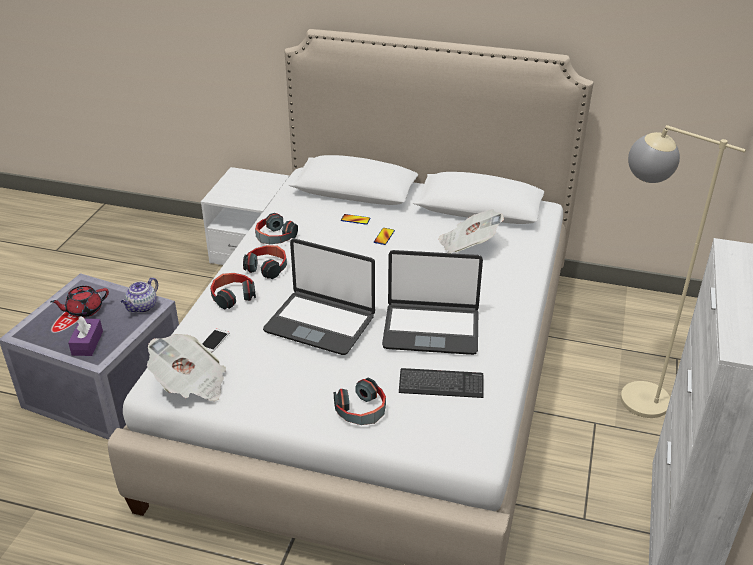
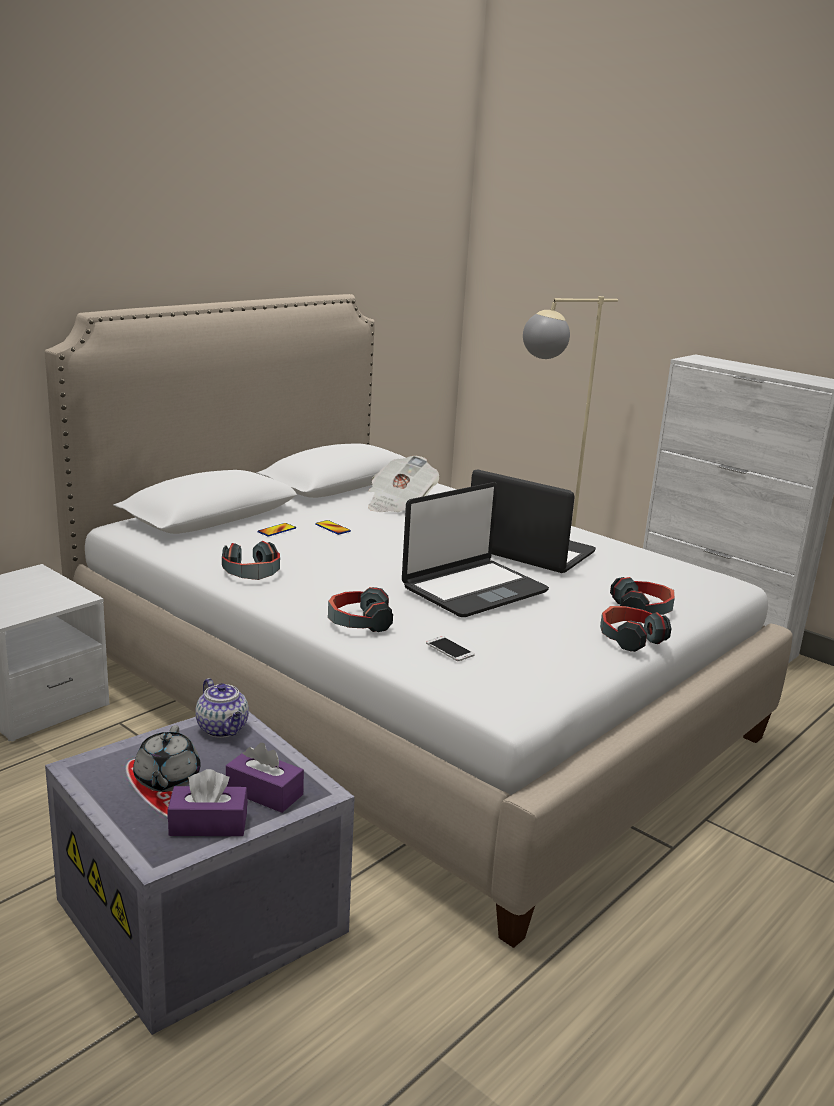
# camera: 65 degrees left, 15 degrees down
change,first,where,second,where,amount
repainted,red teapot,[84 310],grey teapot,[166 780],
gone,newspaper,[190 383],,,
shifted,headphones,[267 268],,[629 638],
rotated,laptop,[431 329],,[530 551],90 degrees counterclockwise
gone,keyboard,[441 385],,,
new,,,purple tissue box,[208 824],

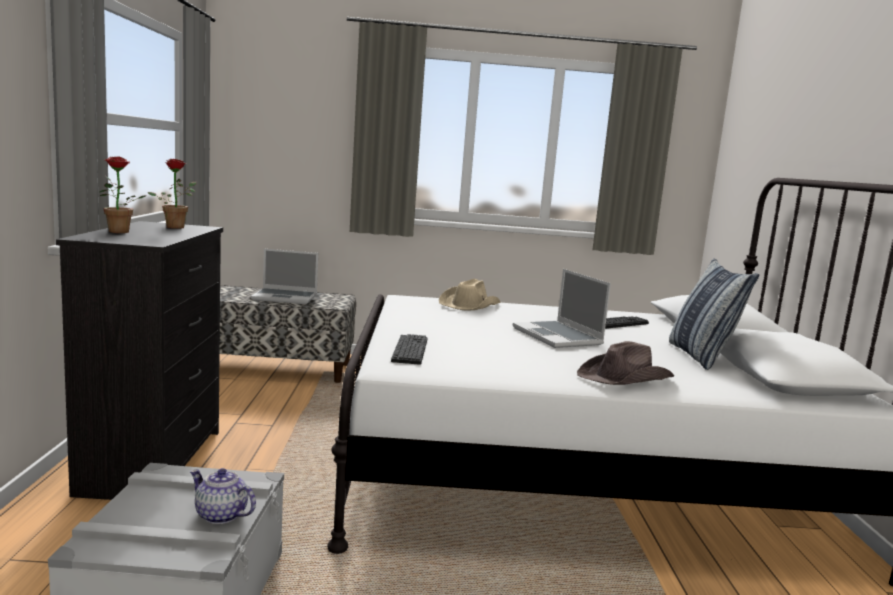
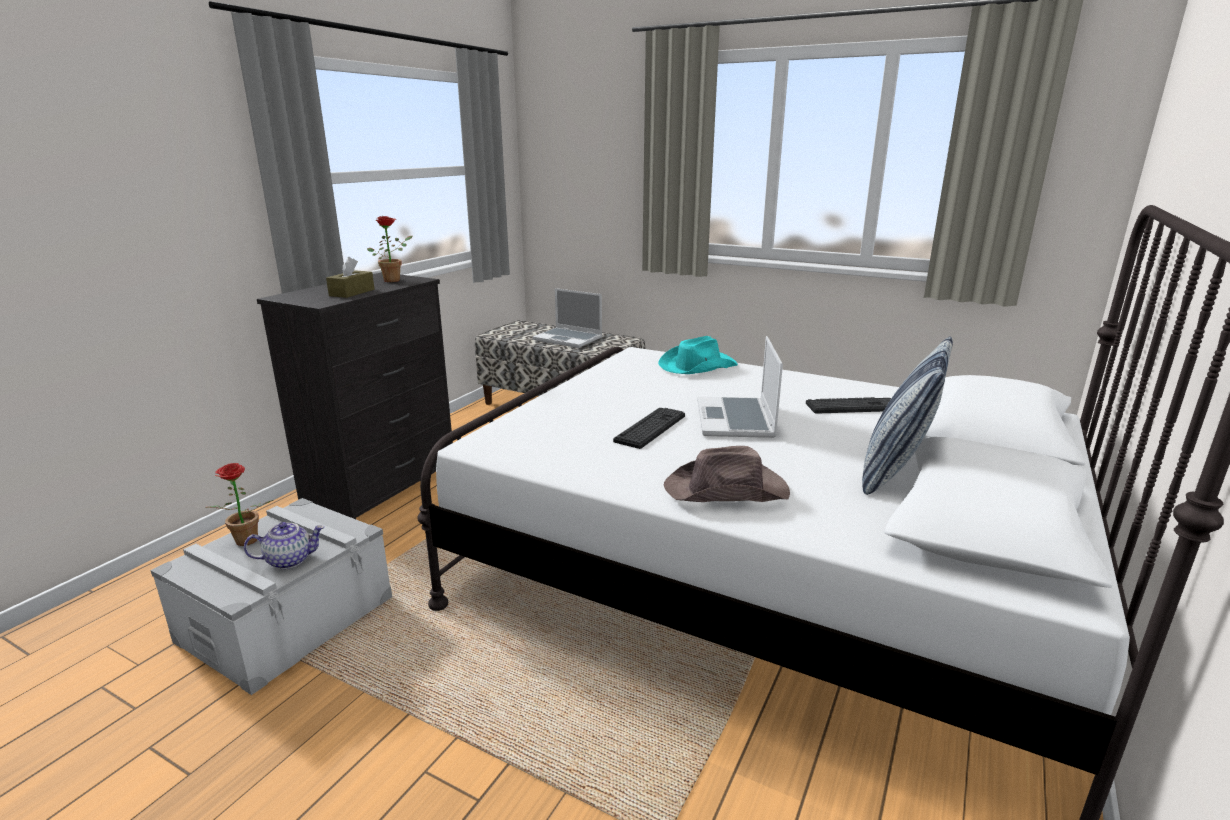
# camera: 30 degrees right, 10 degrees up
change,first,where,second,where,amount
shifted,potted plant,[119 232],,[244 543],
rotated,teapot,[220 515],,[290 560],105 degrees clockwise
shifted,keyboard,[410 350],,[650 428],
repainted,beige hat,[469 305],turquoise hat,[696 366],
new,,,brown tissue box,[352 292],

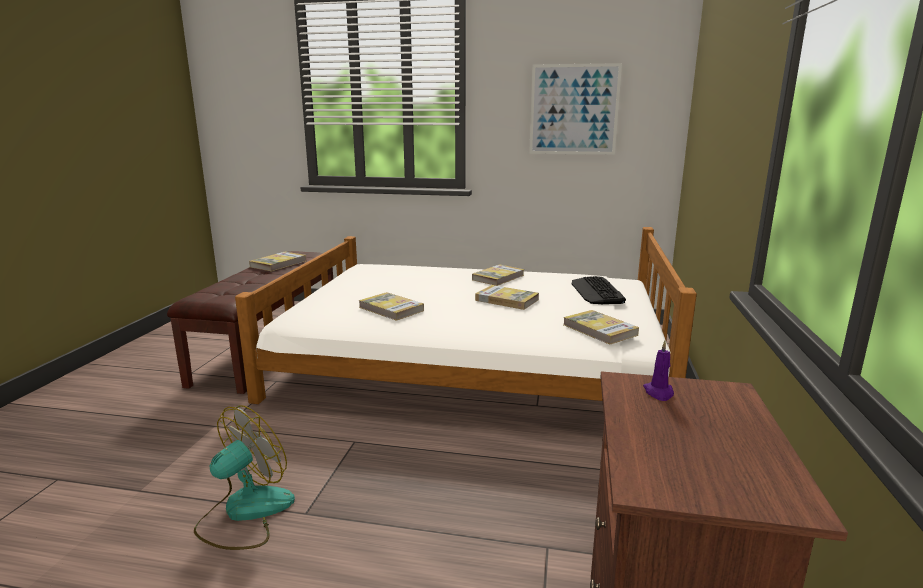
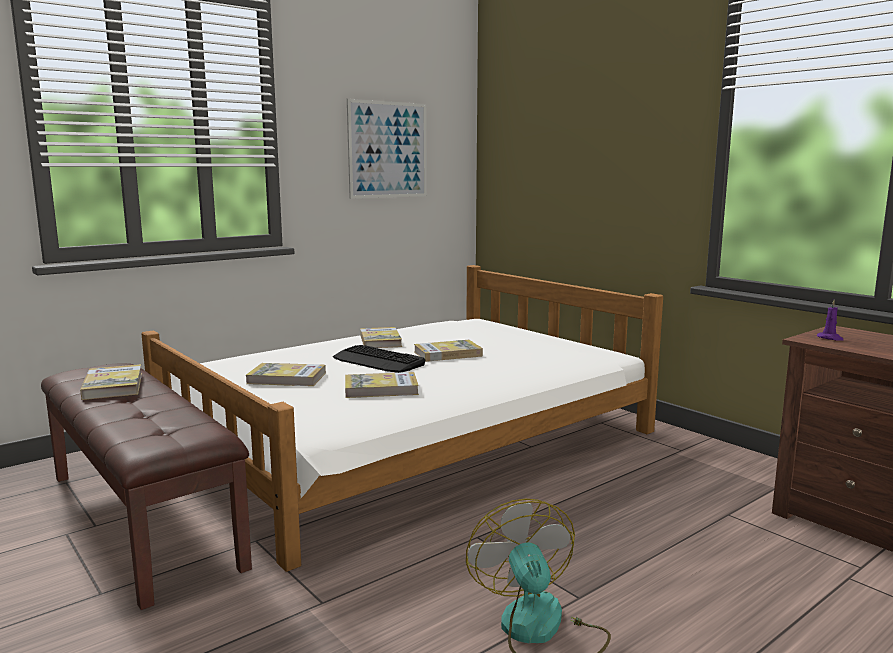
# camera: 50 degrees left, 5 degrees down
change,first,where,second,where,amount
shifted,book,[599 330],,[287 378],
shifted,keyboard,[596 291],,[378 361],

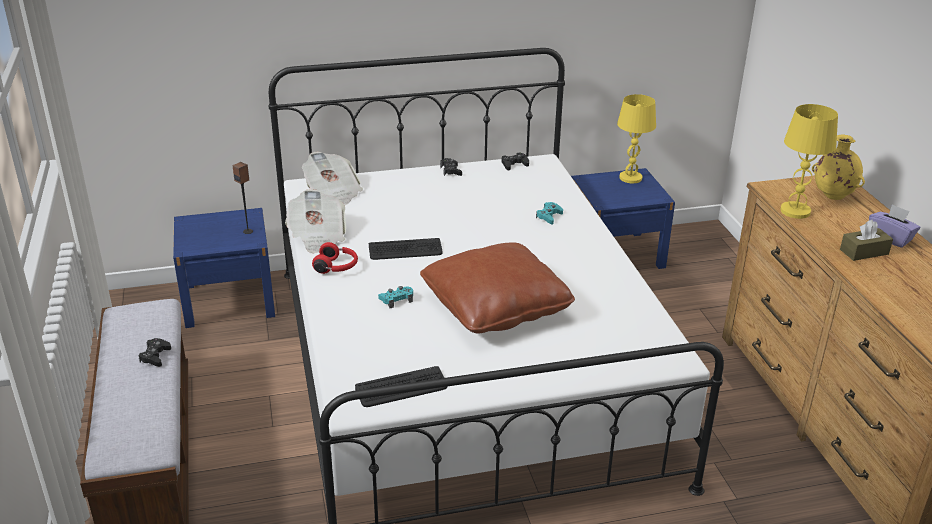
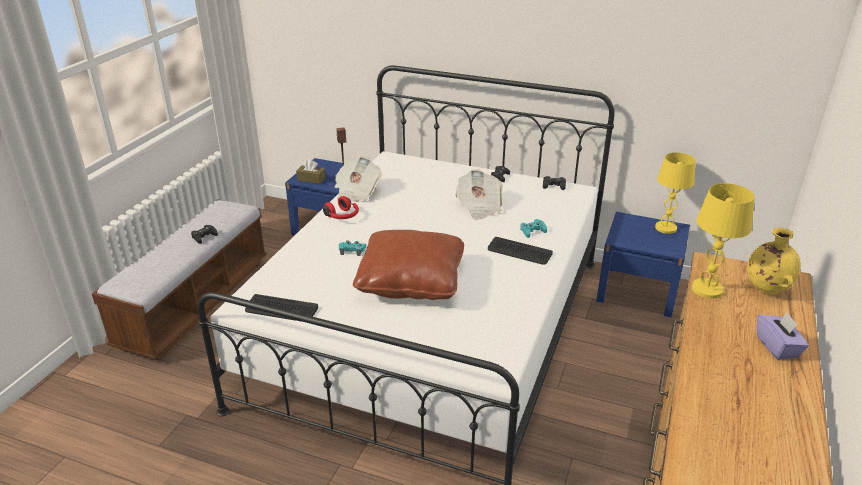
# camera: 35 degrees right, 0 degrees up
change,first,where,second,where,amount
shifted,newspaper,[333 192],,[479 207],
shifted,keyboard,[405 250],,[519 252],
shifted,brown tissue box,[864 252],,[311 179],

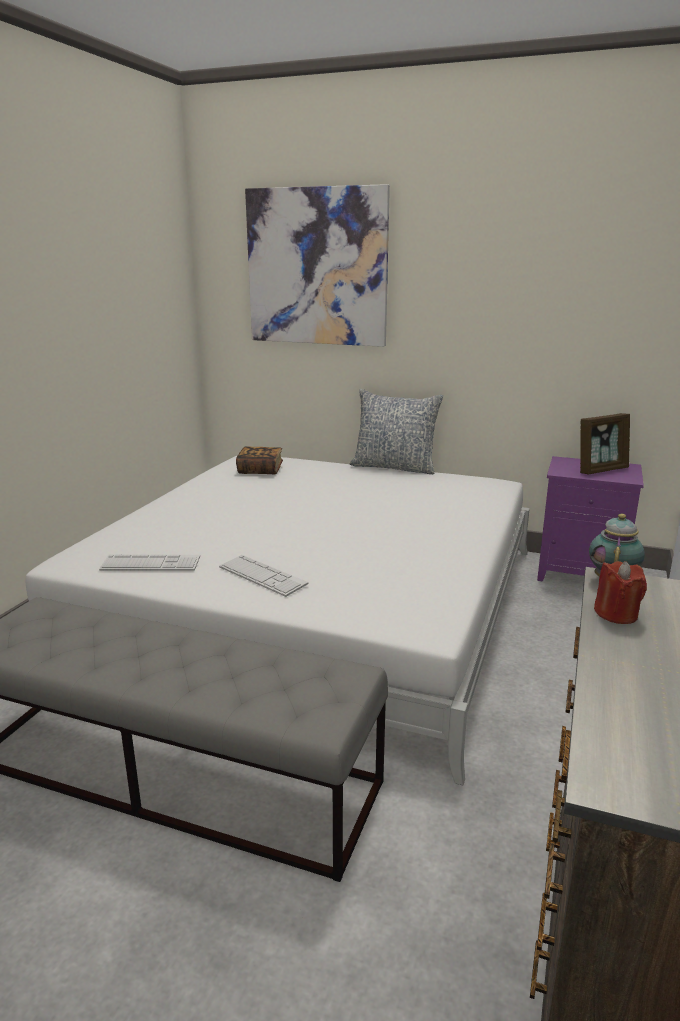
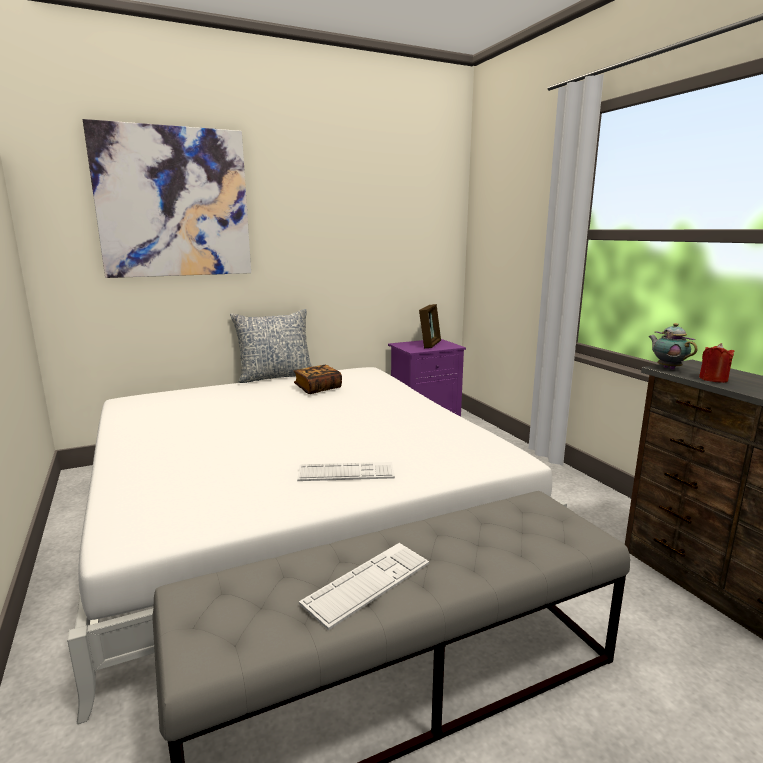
# camera: 45 degrees left, 5 degrees down
change,first,where,second,where,amount
shifted,keyboard,[150 564],,[368 583],
shifted,book,[260 470],,[318 388],

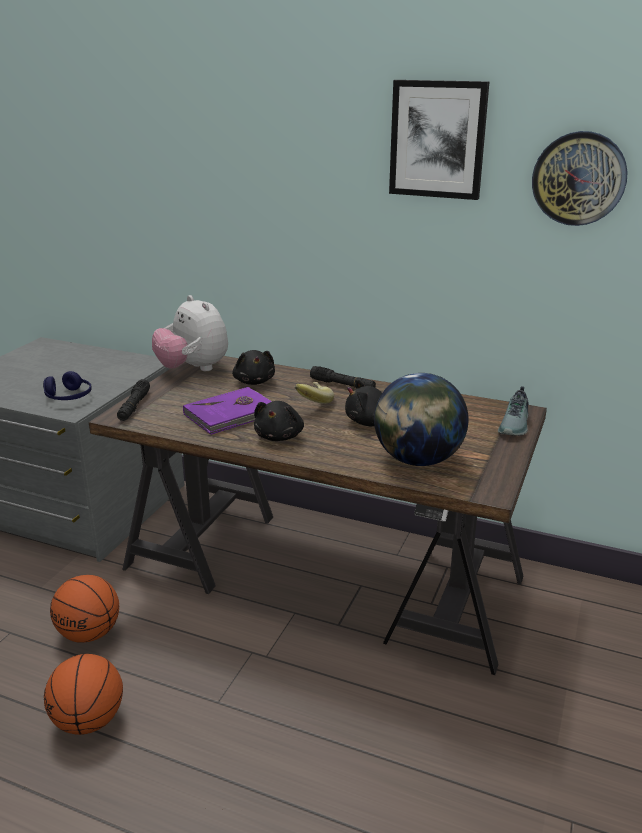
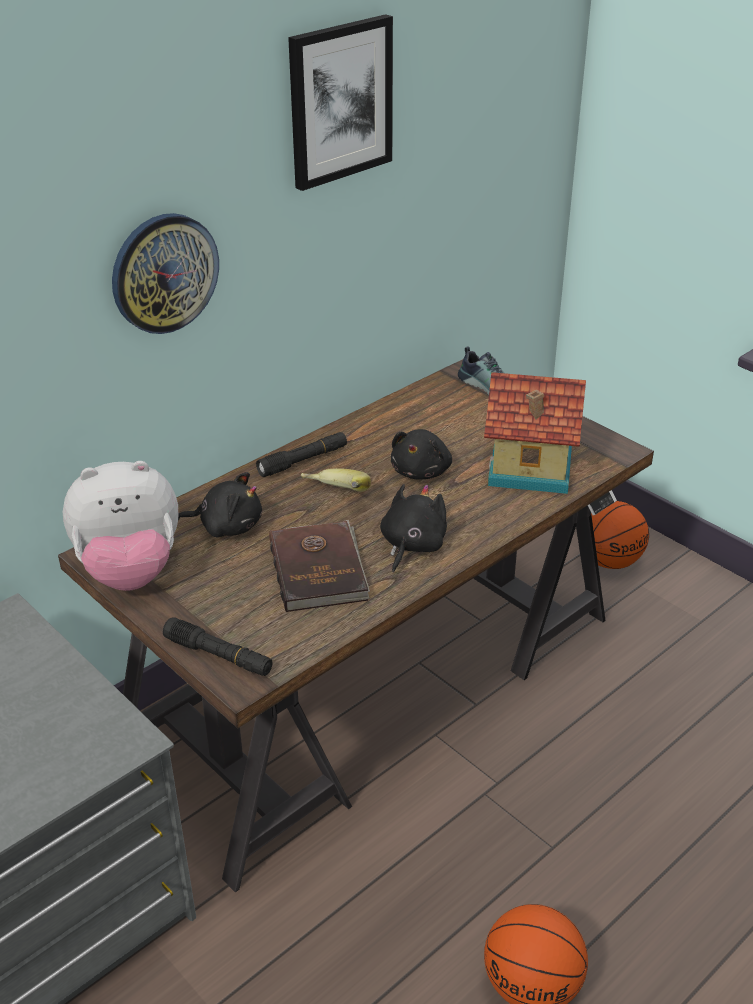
# camera: 65 degrees left, 10 degrees up
change,first,where,second,where,amount
gone,blue headphones,[68 397],,,
shifted,basketball,[90 633],,[610 561],
repainted,purple book,[232 414],brown book,[319 569],
rotated,black plush toy,[280 436],,[411 546],105 degrees counterclockwise
swapped,globe,[418 460],toy house,[530 469],
shifted,wall clock,[579 178],,[164 273],

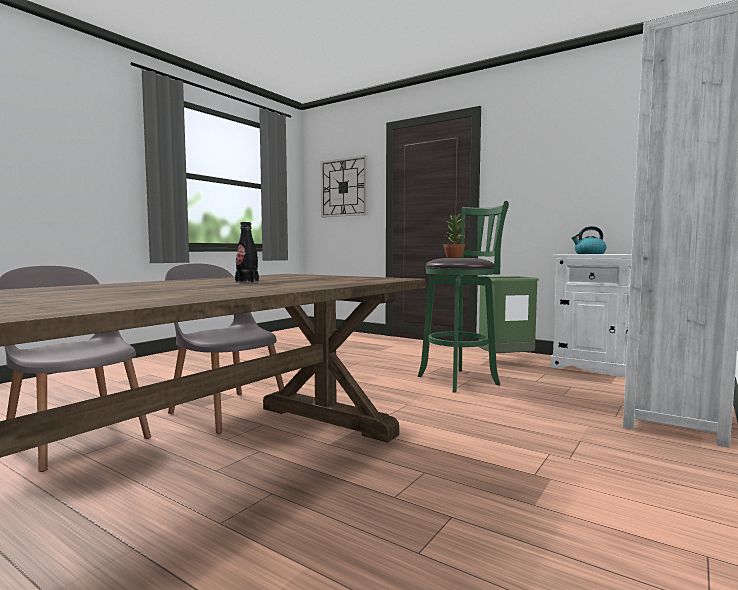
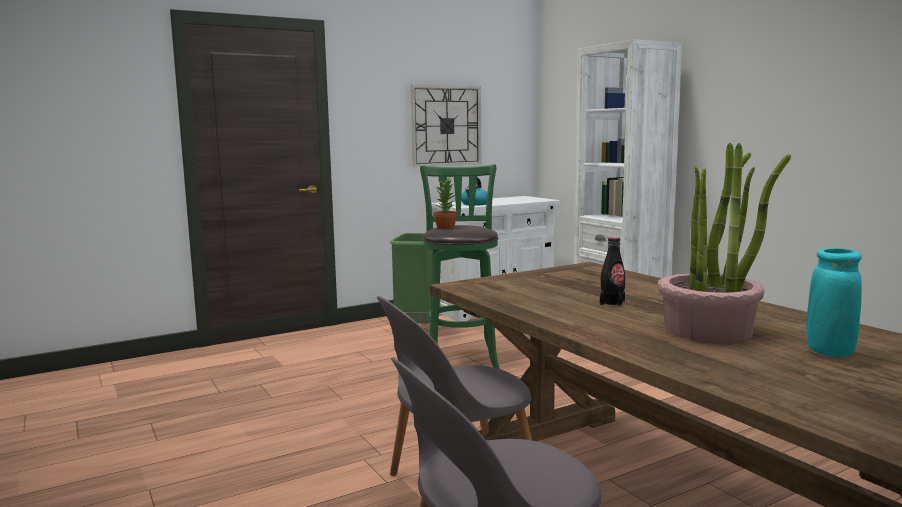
# camera: 65 degrees left, 5 degrees up
change,first,where,second,where,amount
shifted,wall clock,[344 187],,[446 126],
new,,,potted plant,[709 330],
new,,,turquoise vase,[829 352],

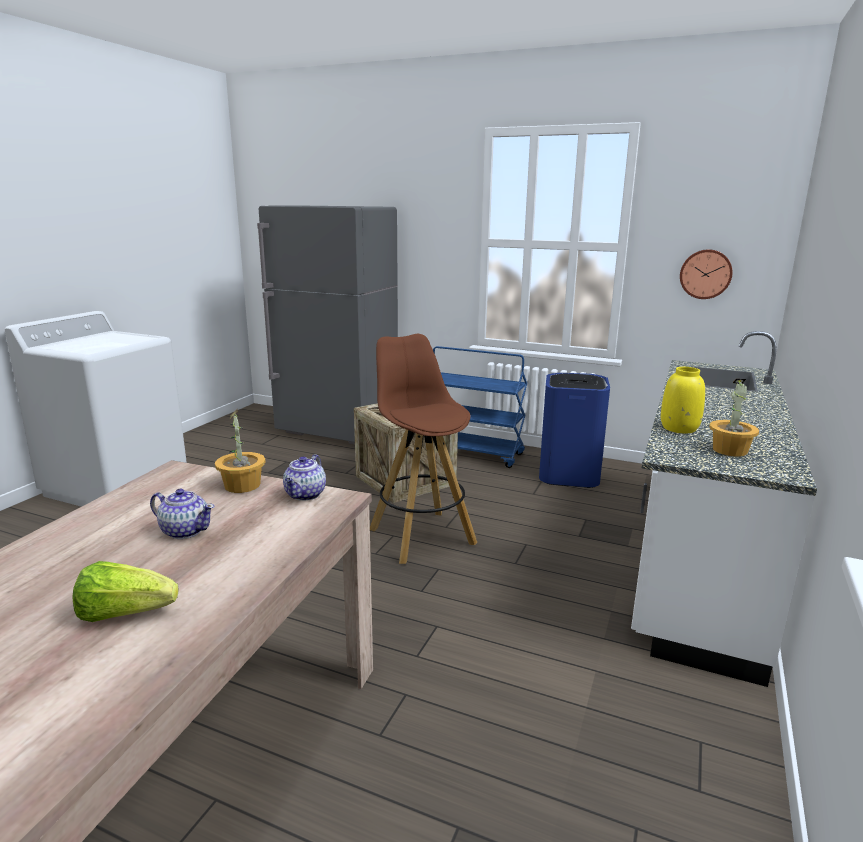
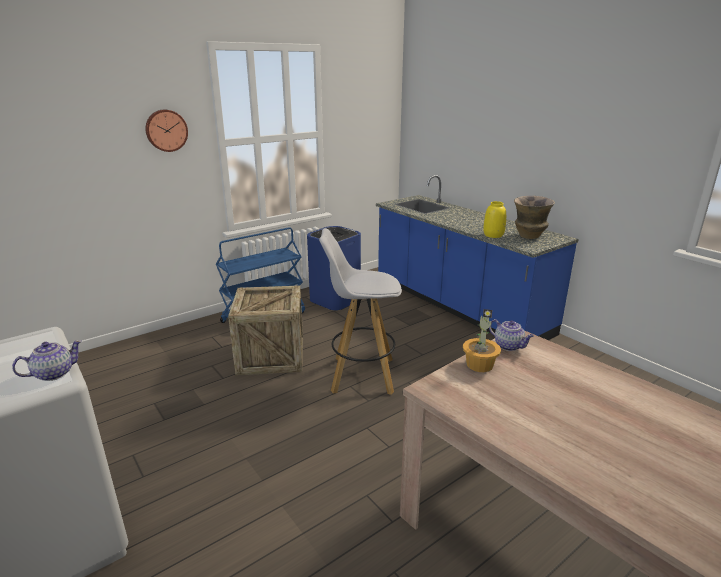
# camera: 60 degrees left, 5 degrees up
change,first,where,second,where,amount
gone,lettuce,[125 613],,,
shifted,teapot,[185 531],,[53 374],
gone,grey fridge,[338 432],,,
repainted,brown stool,[421 535],white stool,[361 375],
repainted,white counter,[697 559],blue counter,[457 306],
shifted,wall clock,[705 274],,[166 130],
swapped,potted plant,[730 450],vase,[529 236],

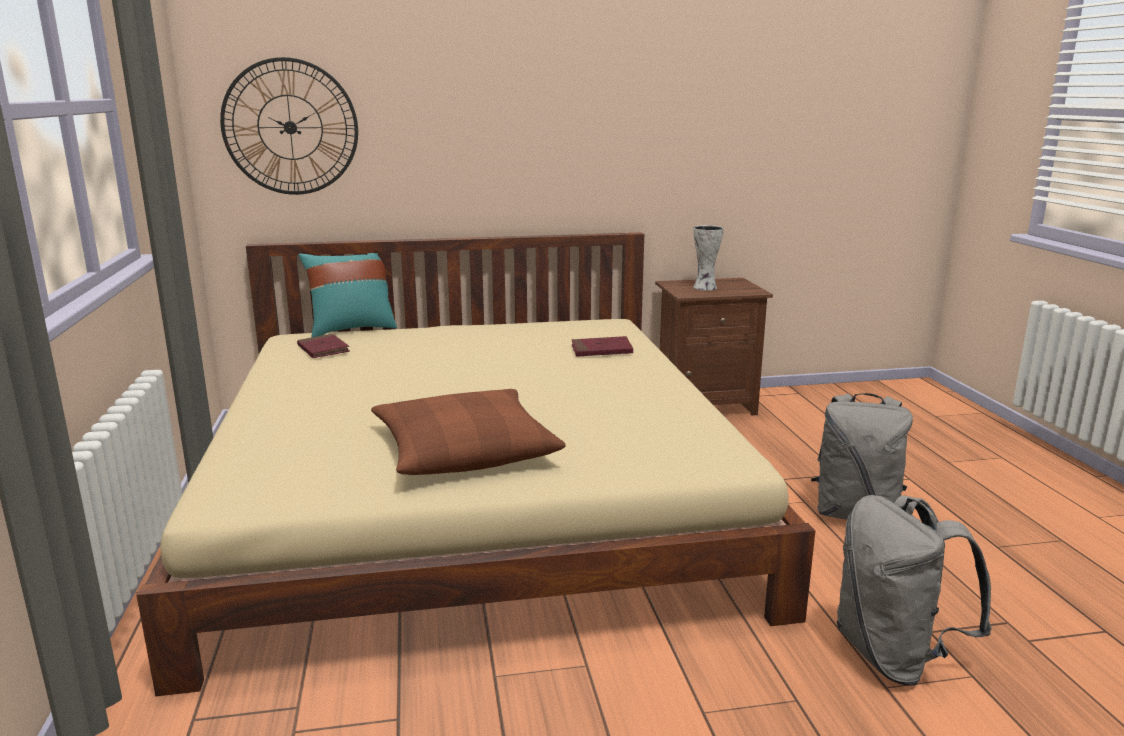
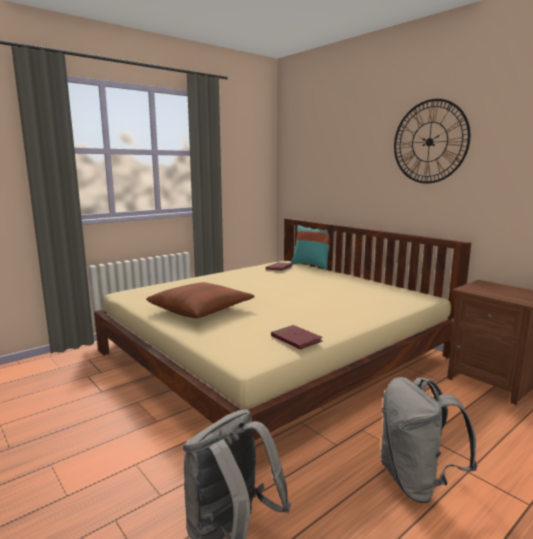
# camera: 60 degrees right, 5 degrees down
change,first,where,second,where,amount
shifted,wall clock,[290 127],,[429 142],
shifted,red book,[601 350],,[296 339],
gone,vase,[704 288],,,

